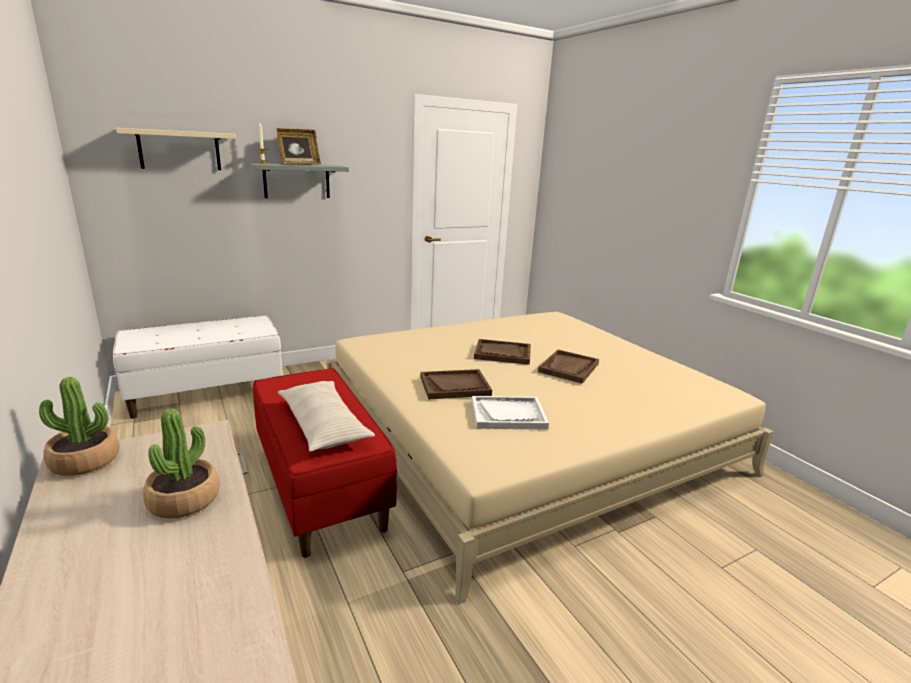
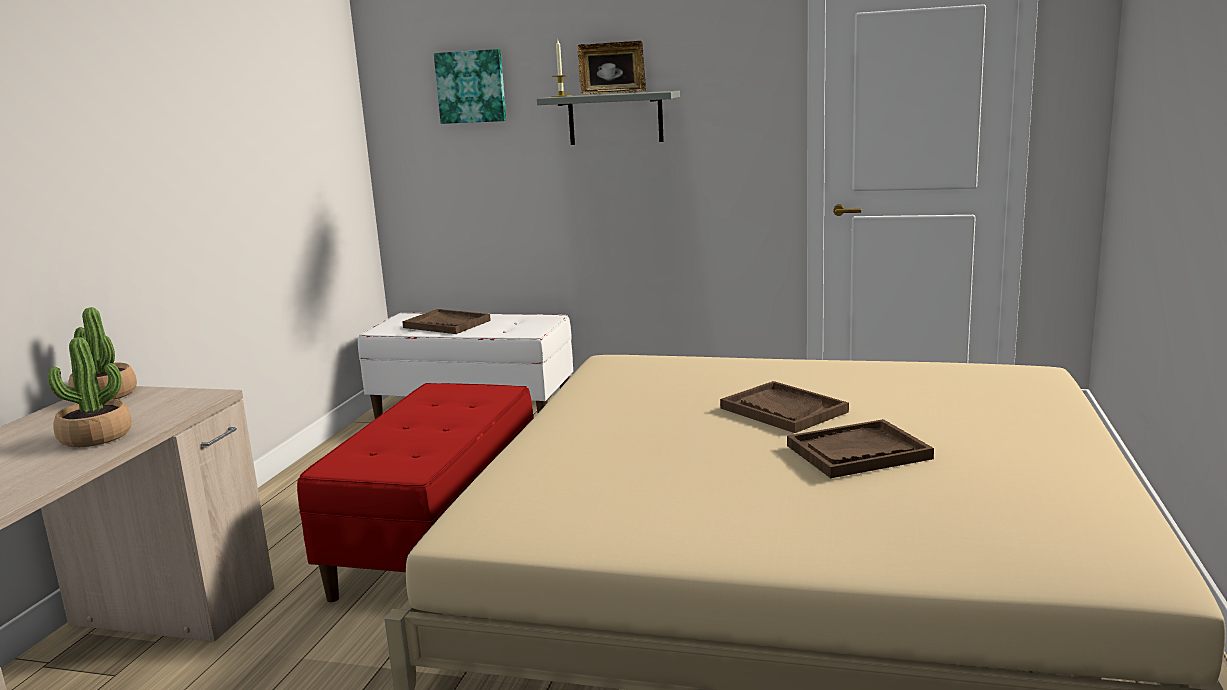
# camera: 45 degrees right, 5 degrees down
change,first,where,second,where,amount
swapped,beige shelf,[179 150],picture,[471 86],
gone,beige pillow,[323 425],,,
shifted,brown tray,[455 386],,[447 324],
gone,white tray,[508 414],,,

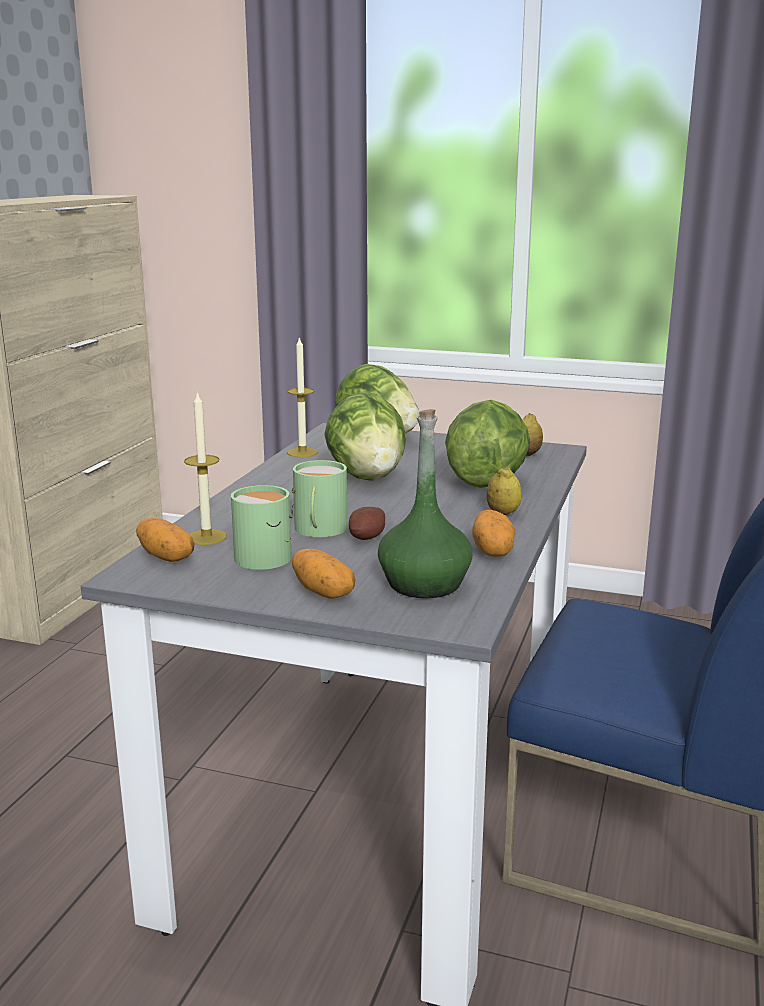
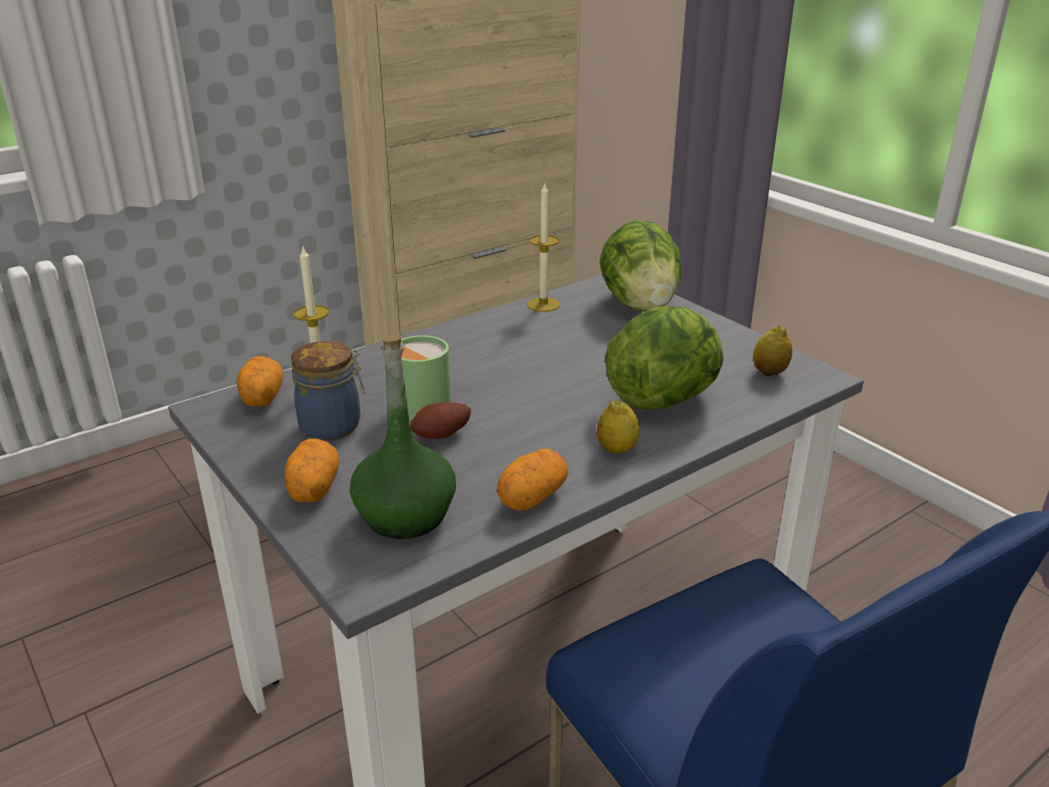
# camera: 35 degrees right, 10 degrees up
change,first,where,second,where,amount
swapped,green mug,[268 556],jar,[333 426],
gone,lettuce,[367 476],,,

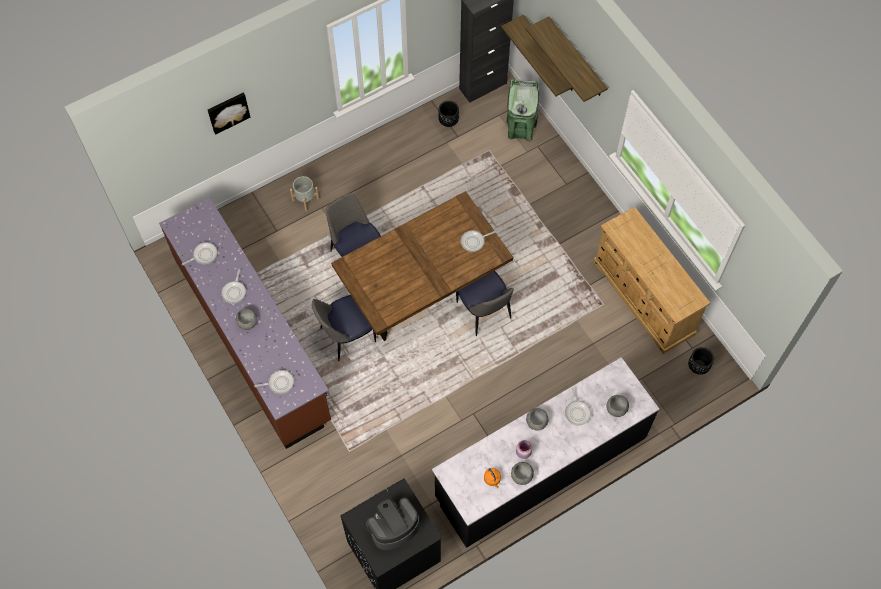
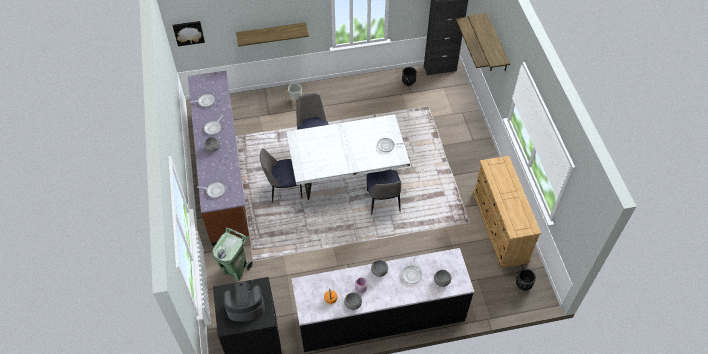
# camera: 20 degrees right, 10 degrees down
change,first,where,second,where,amount
shifted,picture,[228 112],,[188 32],
repainted,brown dining table,[423 291],white dining table,[348 177],
shifted,green trash can,[520 130],,[235 269],
new,,,shelf,[271 33],

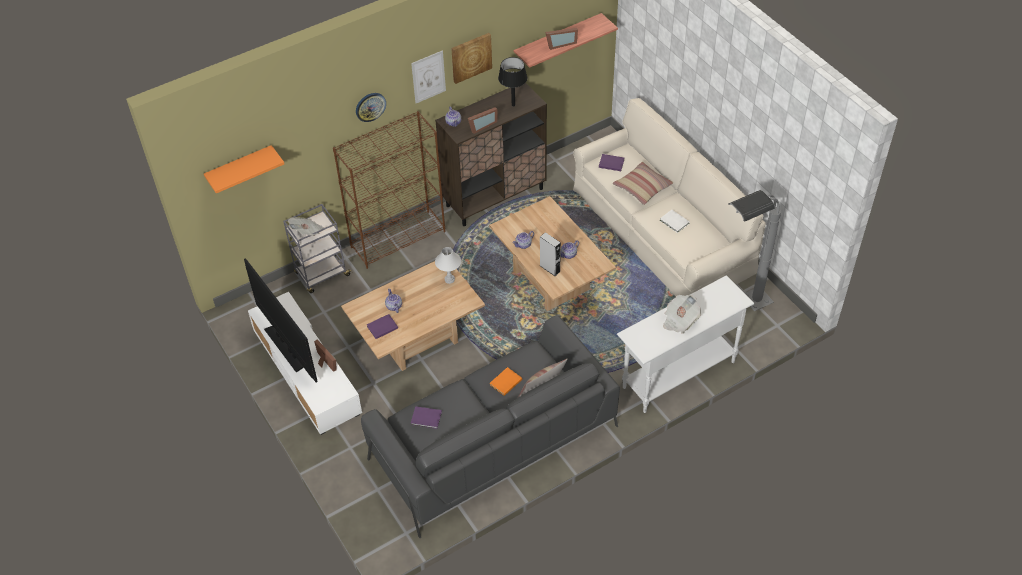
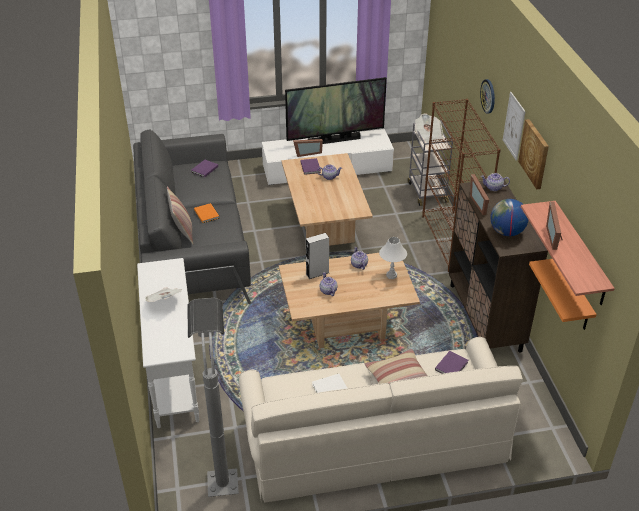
# camera: 110 degrees right, 10 degrees down
change,first,where,second,where,amount
shifted,orange shelf,[240 168],,[575 296],
shifted,white table lamp,[449 279],,[391 275],
swapped,black table lamp,[513 105],globe,[506 232],

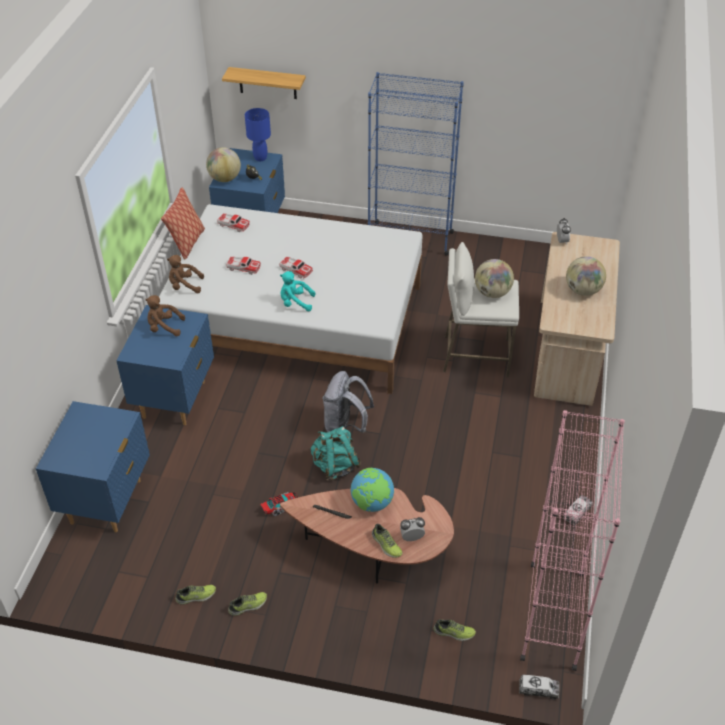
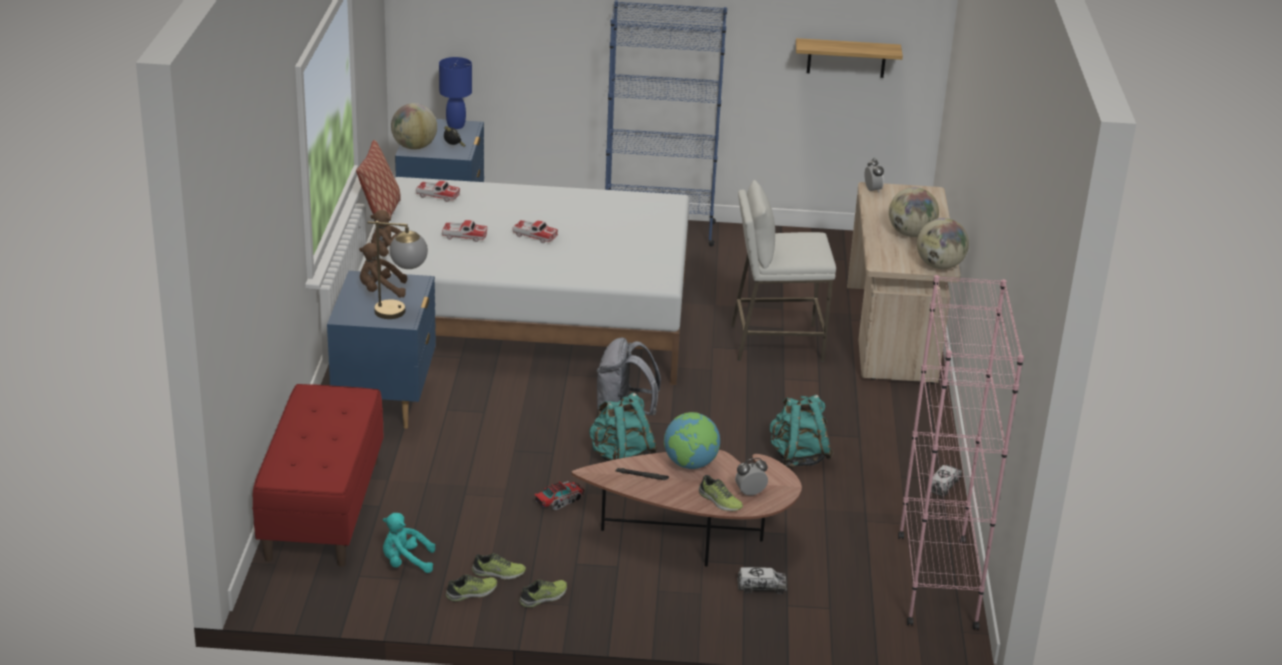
# camera: 10 degrees left, 15 degrees down
change,first,where,second,where,amount
swapped,blue nightstand,[107 502],red bench,[322 509],
shifted,shelf,[267 83],,[846 58],
shifted,turquoise plush toy,[295 302],,[406 562],
shifted,shoe,[454 633],,[498 573],
shifted,globe,[492 293],,[939 266],
shifted,toy truck,[538 690],,[761 587],
new,,,table lamp,[401 312],
new,,,turquoise backpack,[798 457],

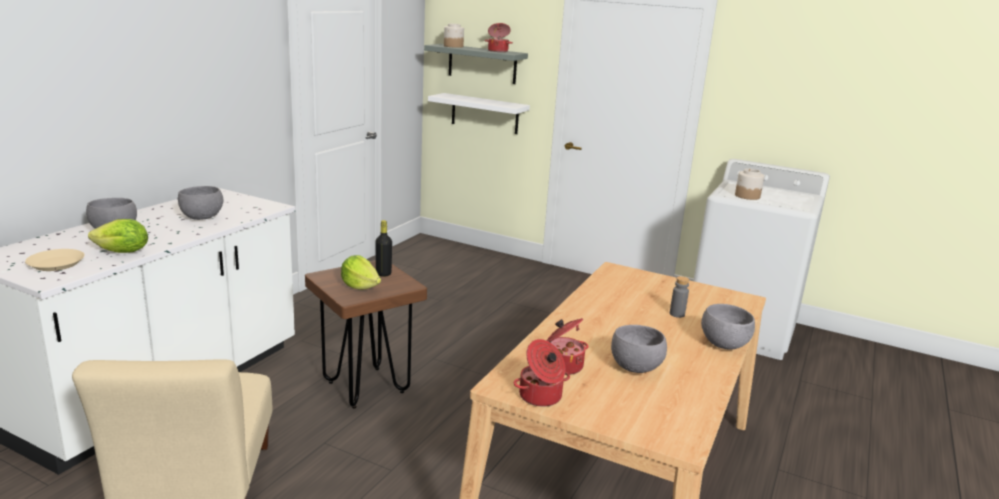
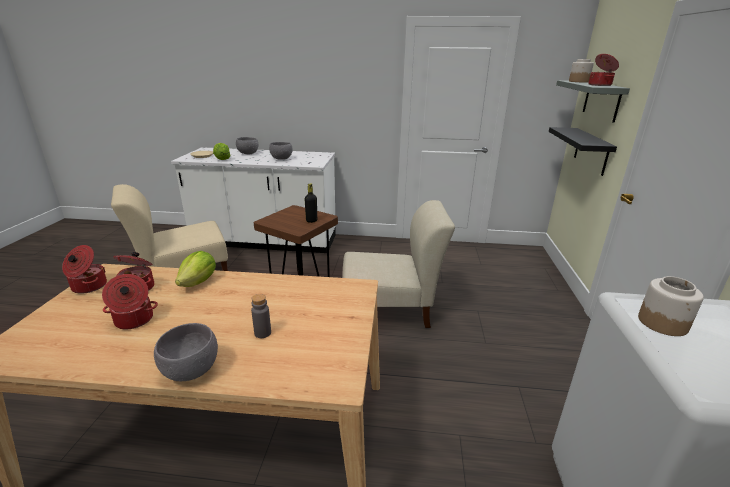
# camera: 70 degrees right, 5 degrees up
change,first,where,second,where,amount
shifted,lettuce,[360 286],,[199 282],
repainted,white shelf,[484 113],black shelf,[591 151],
swapped,grey bowl,[636 368],cooking pot,[134 320],
new,,,beige chair,[390 310],

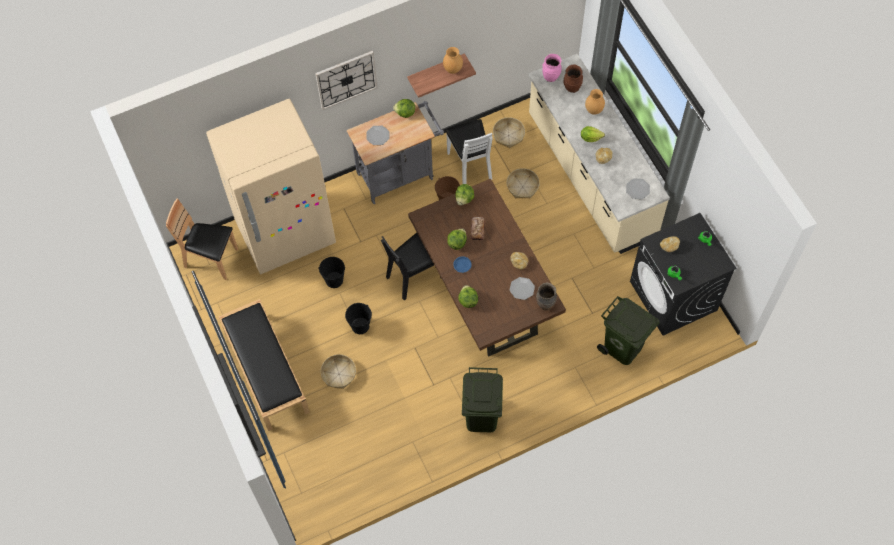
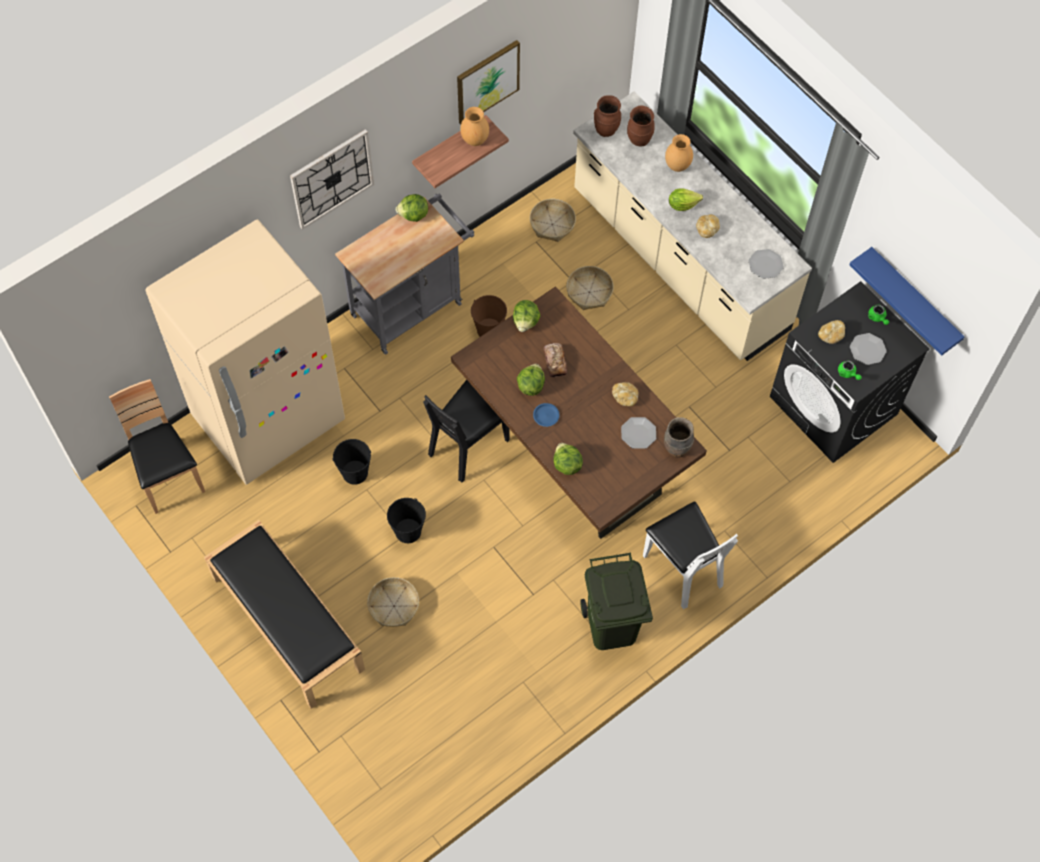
# camera: 15 degrees left, 0 degrees up
change,first,where,second,where,amount
rotated,brown chair,[211 259],,[168 476],60 degrees clockwise
shifted,plate,[378 136],,[867 349],
shifted,white chair,[470 165],,[683 569],
repainted,pink vase,[551 76],brown vase,[606 129],
gone,green trash can,[622 348],,,
new,,,picture,[487 81],
new,,,blue shelf,[913 300],

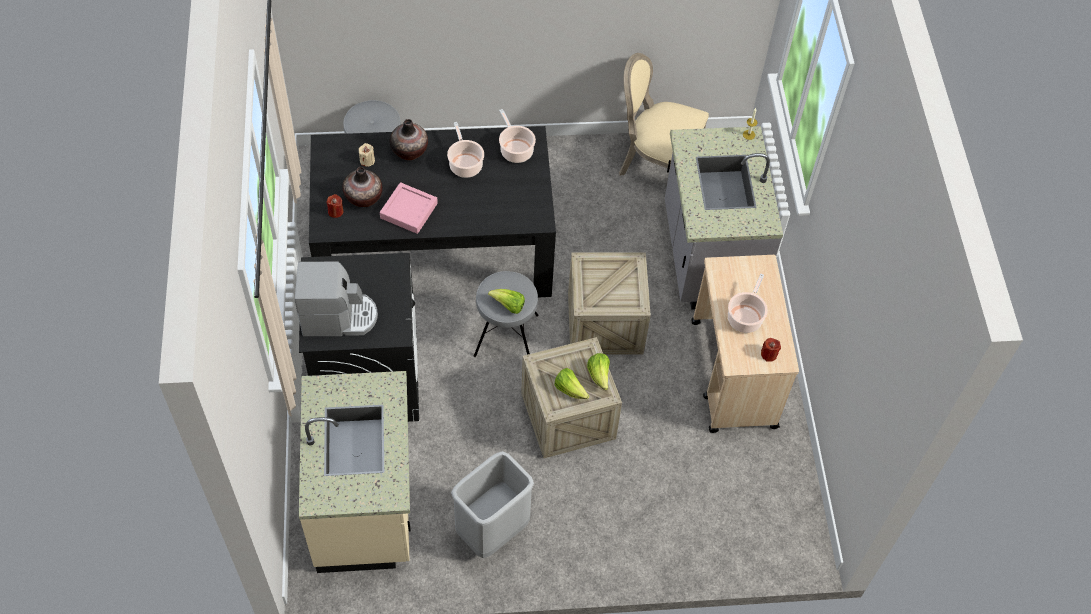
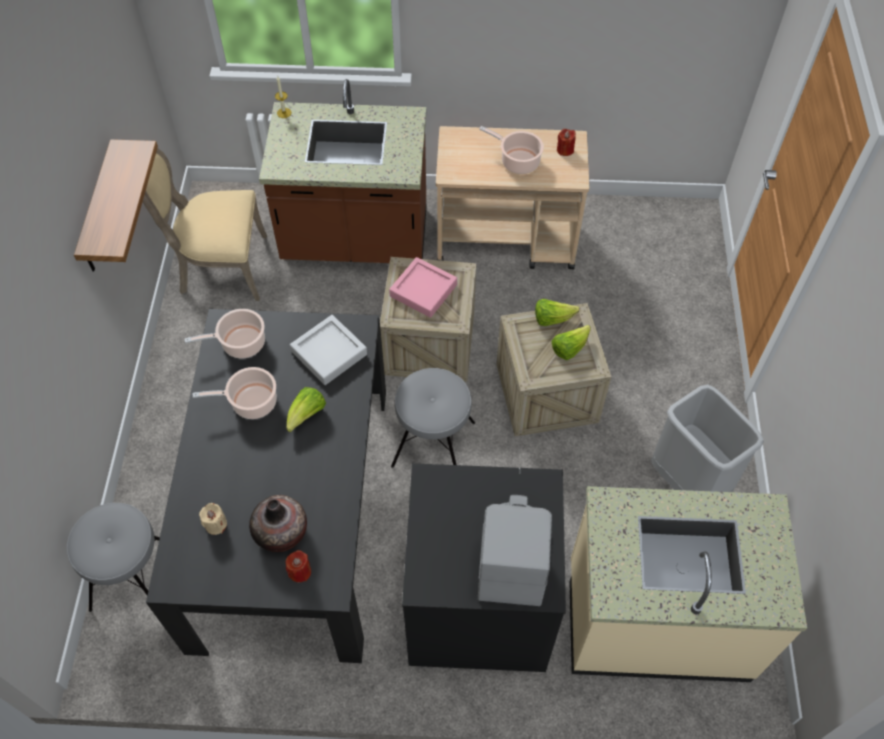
# camera: 80 degrees left, 0 degrees up
change,first,where,second,where,amount
shifted,pink tray,[409 211],,[423 290],
gone,vase,[409 151],,,
shifted,lettuce,[508 306],,[306 415],
rotated,beige chair,[656 164],,[219 267],60 degrees clockwise
repainted,grey counter,[708 256],brown counter,[355 240],
new,,,shelf,[99 210],
new,,,grey tray,[329 353],

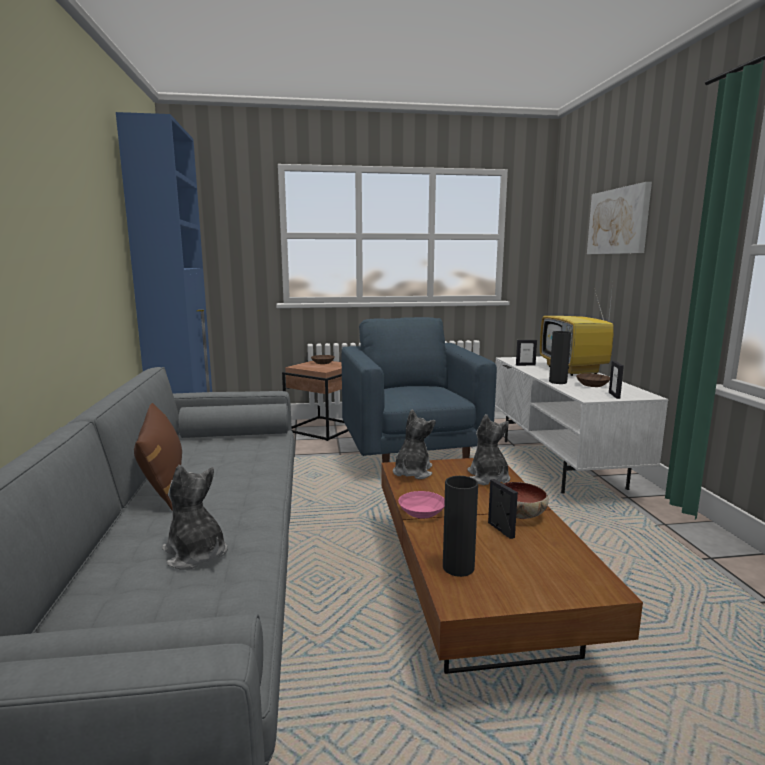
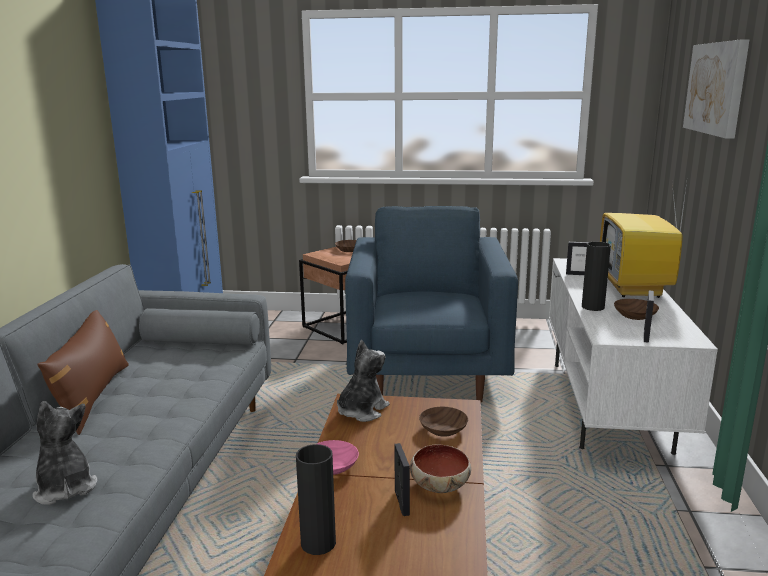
# camera: 15 degrees right, 5 degrees up
change,first,where,second,where,amount
swapped,plush toy,[488 478],brown bowl,[442 430],

